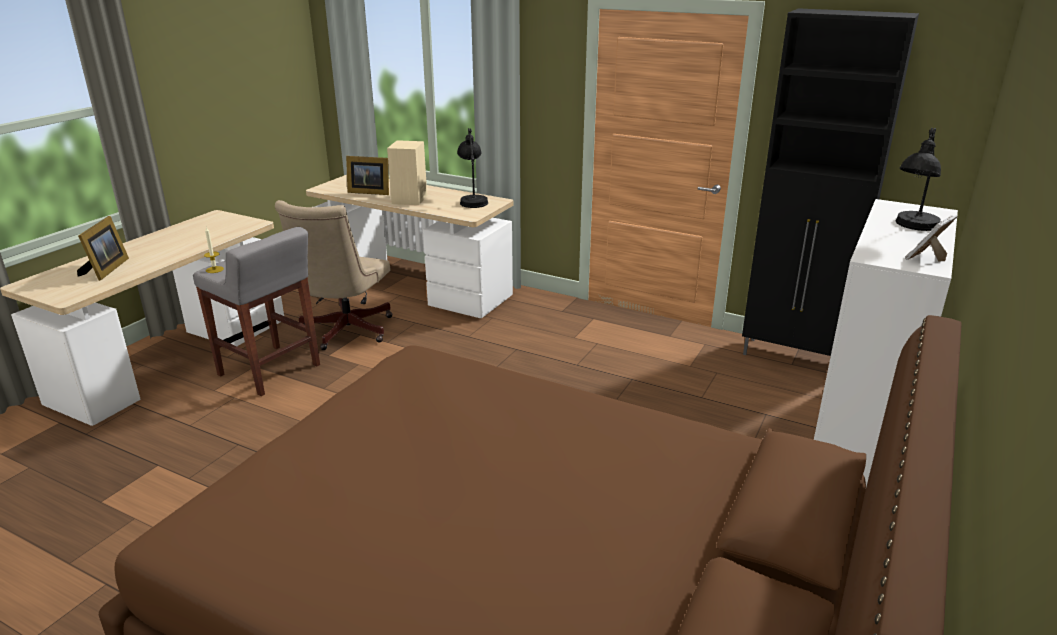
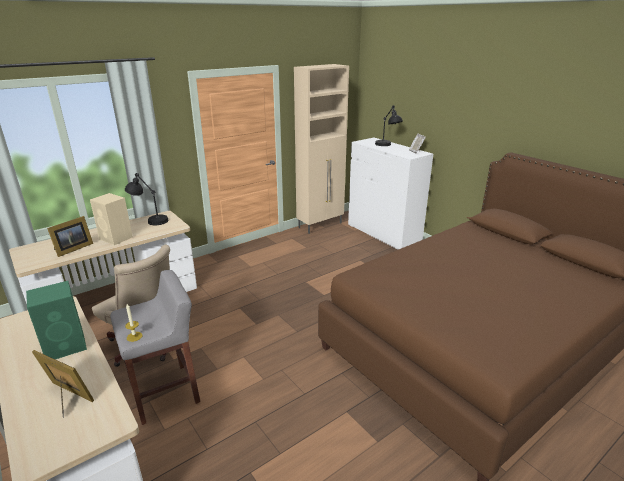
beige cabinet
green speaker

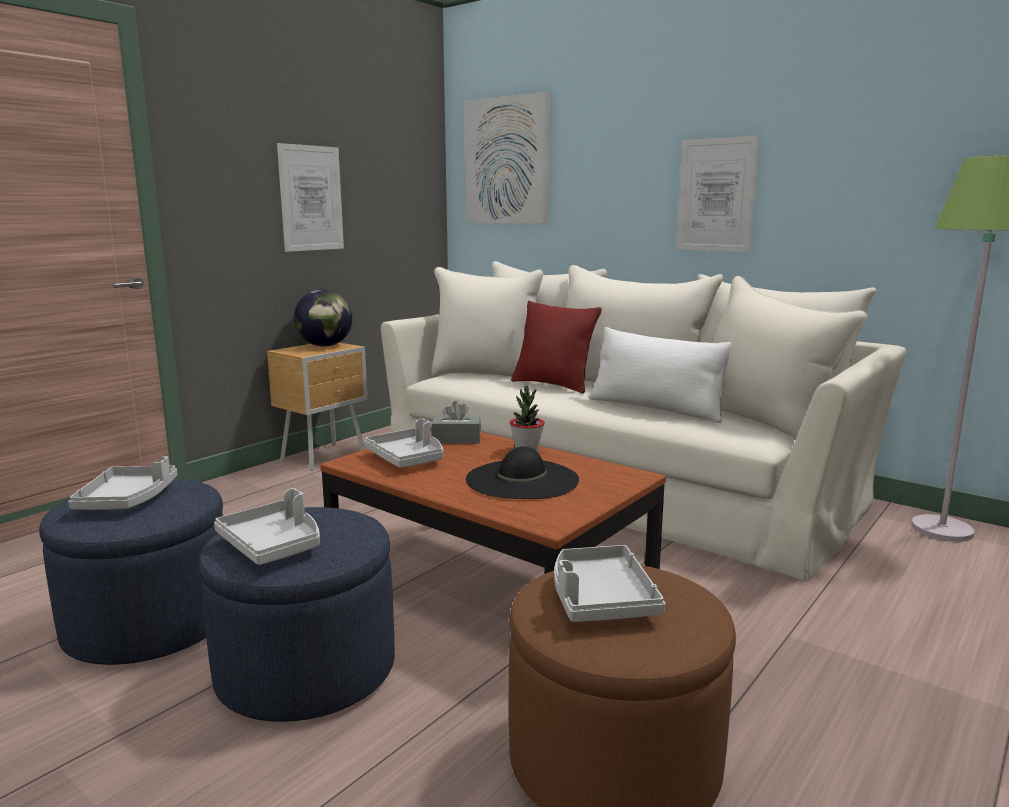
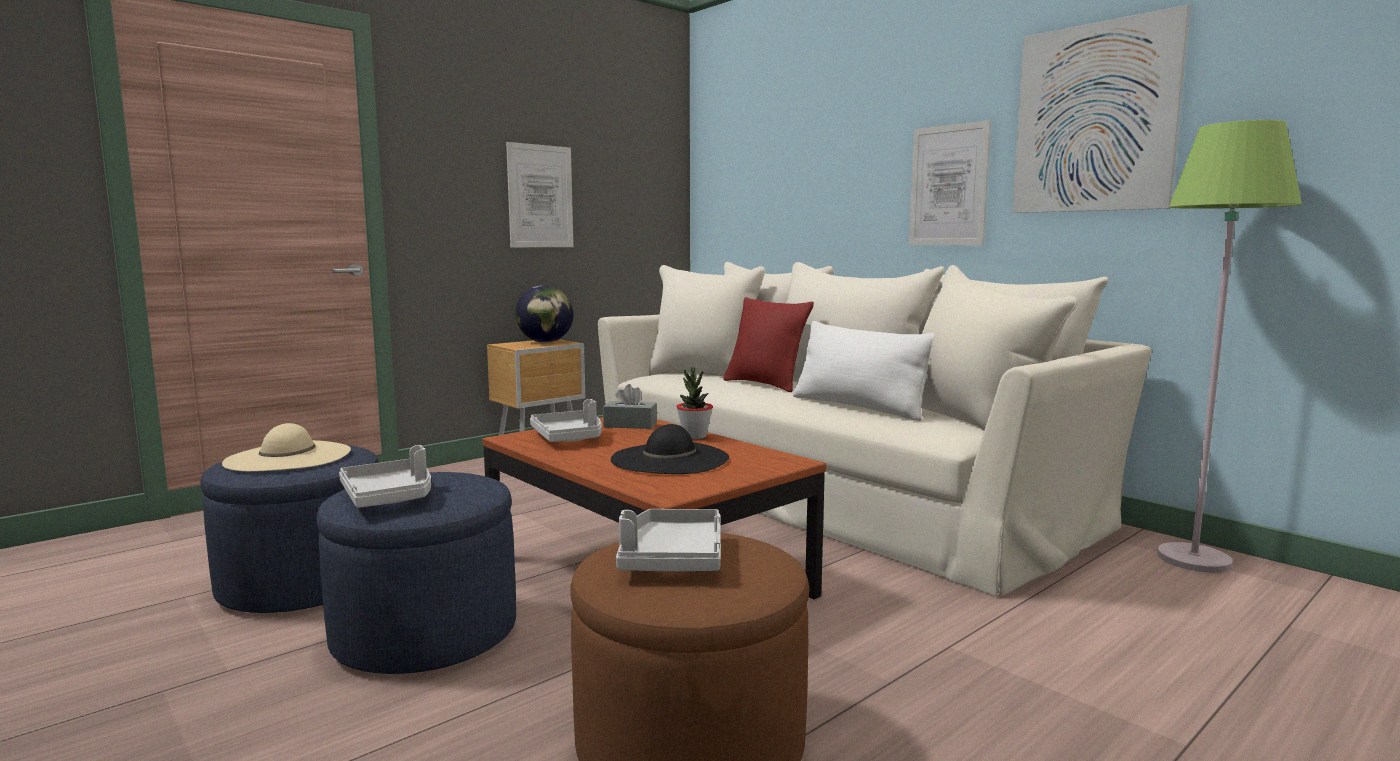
picture (3rd from left)
beige hat

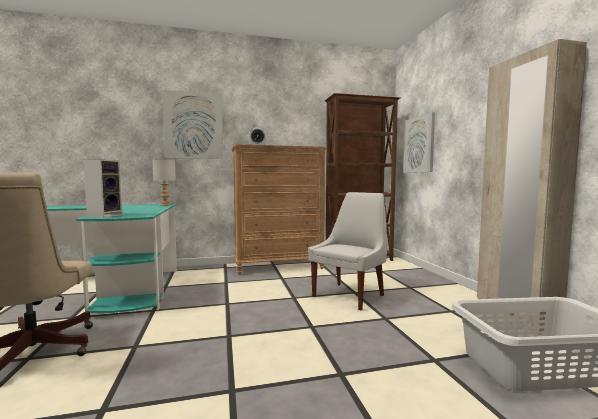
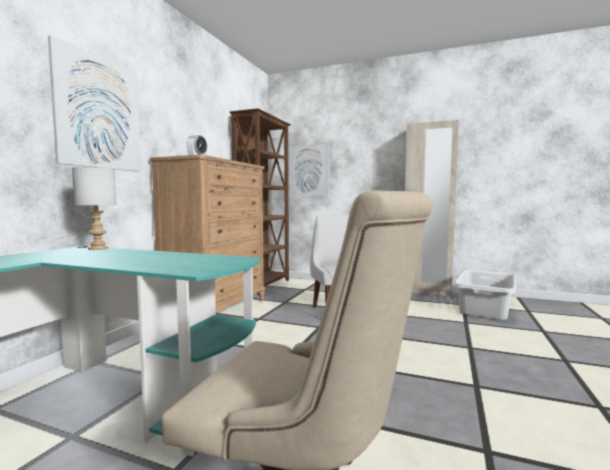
speaker

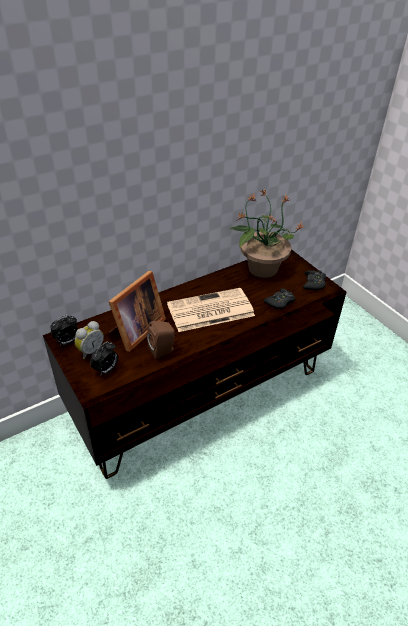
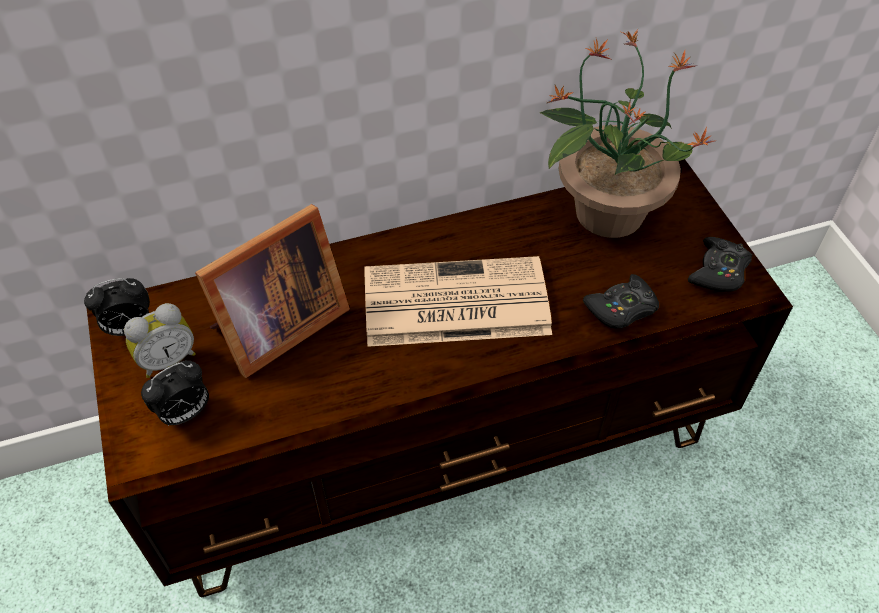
brown speaker

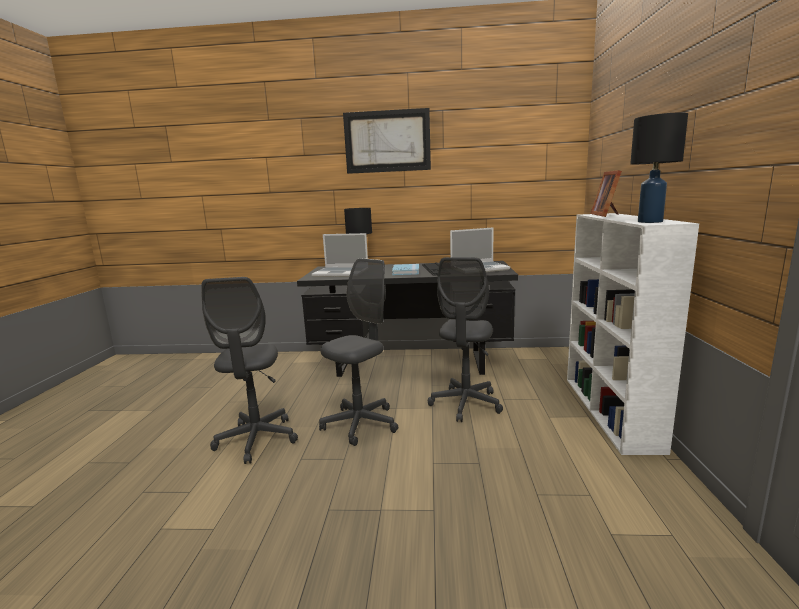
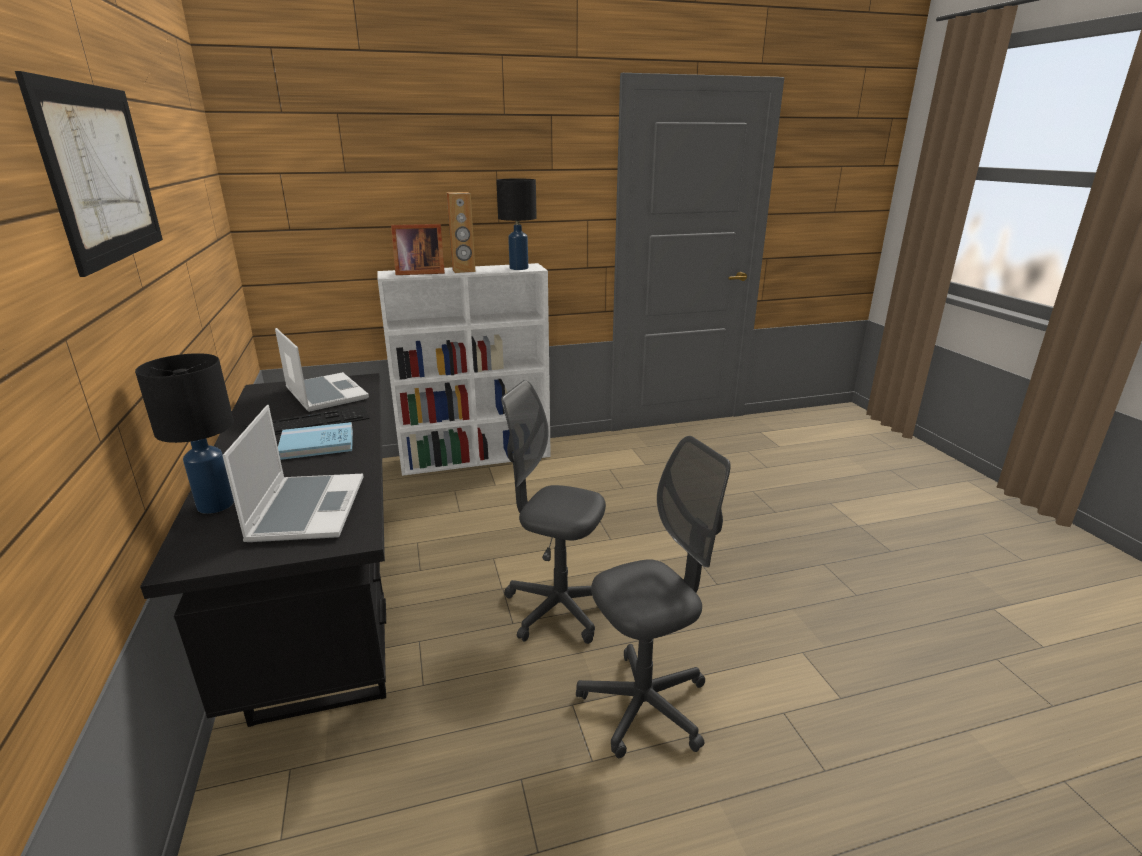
grey office chair (3rd from left in the first image)
brown speaker

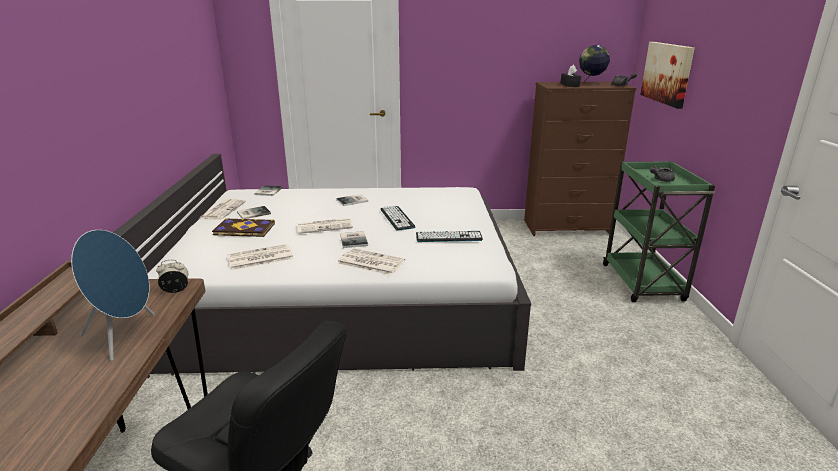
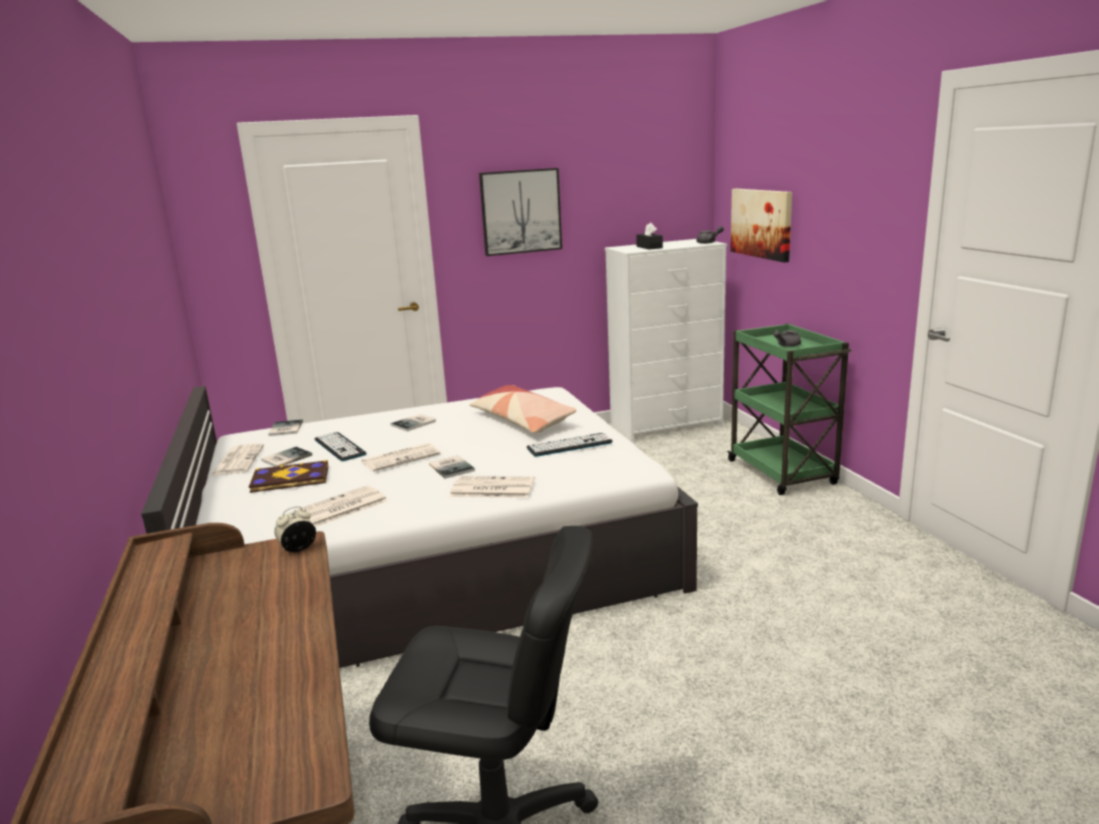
globe
white dresser
keyboard (1st from left)
blue speaker
picture (1st from left)
pillow

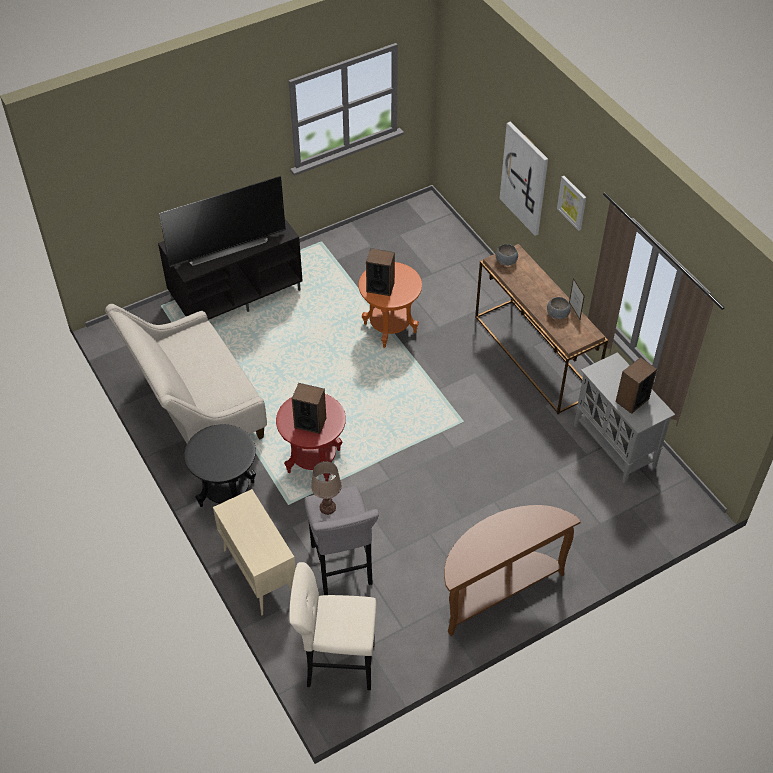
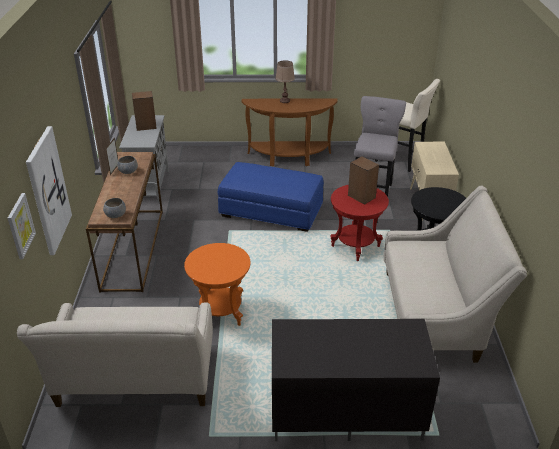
television
picture (1st from left)
speaker (2nd from left in the first image)
brown table lamp
blue ottoman
beige sofa (1st from left)

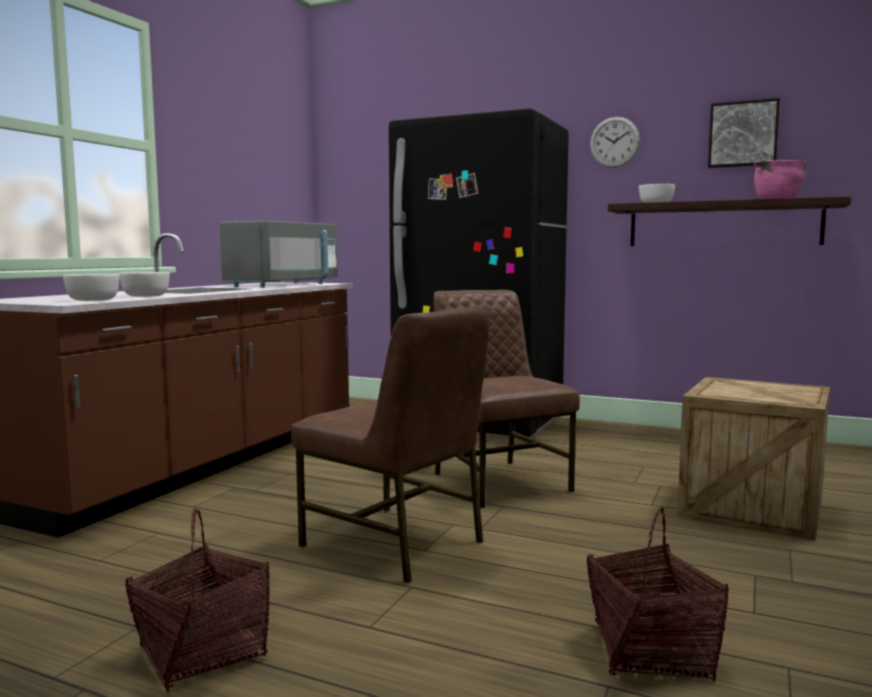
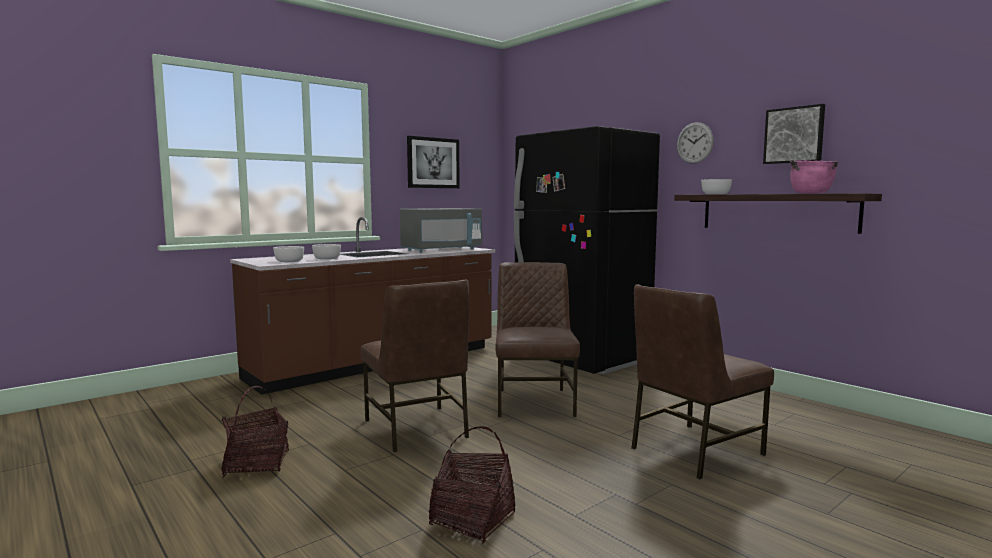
brown chair (3rd from left)
picture (1st from left)

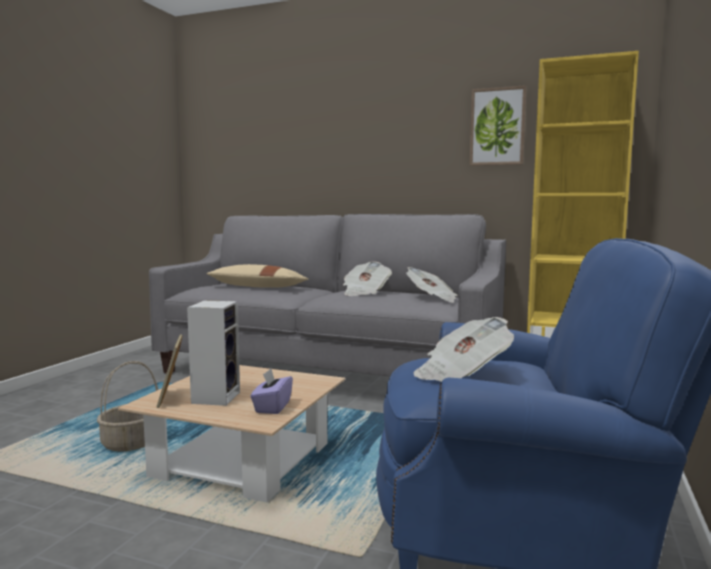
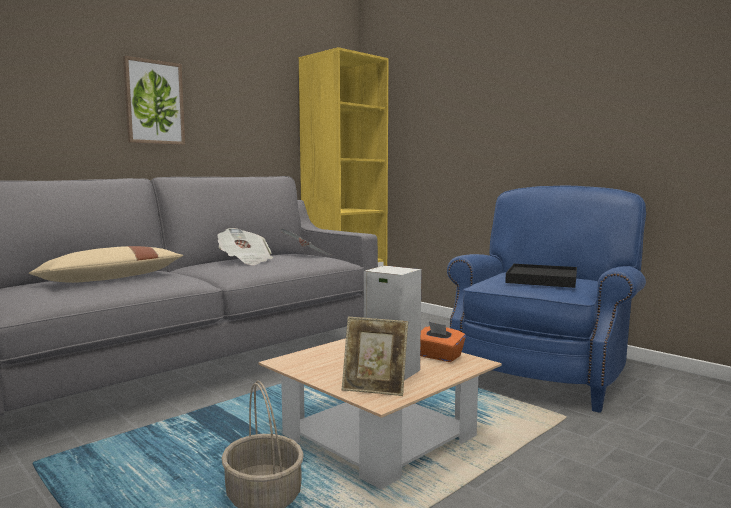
picture
black tray
orange tissue box

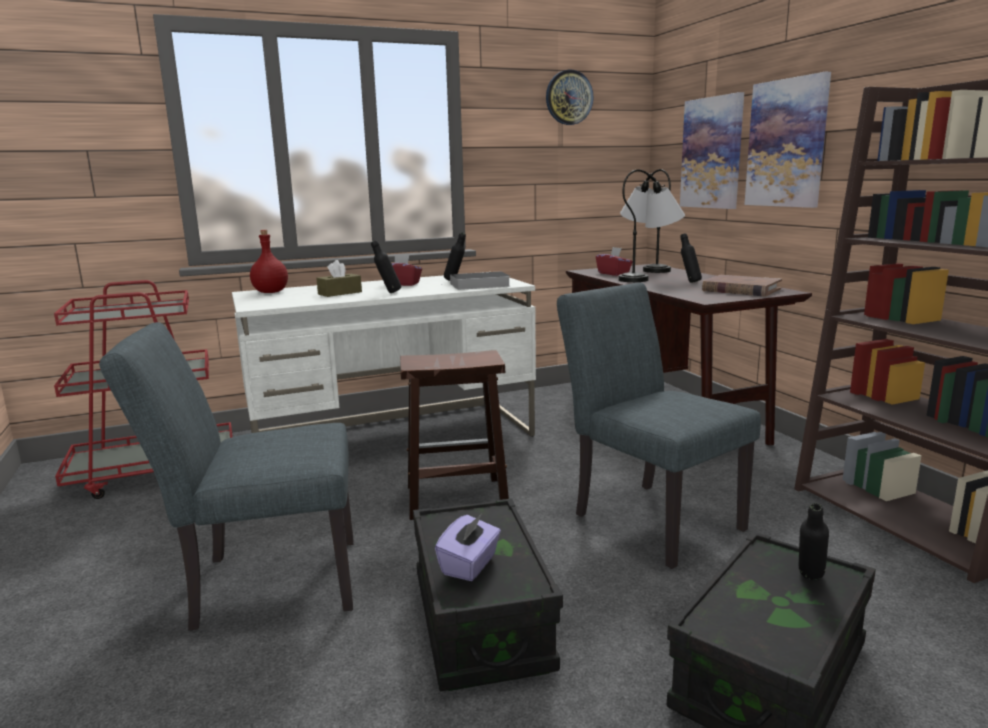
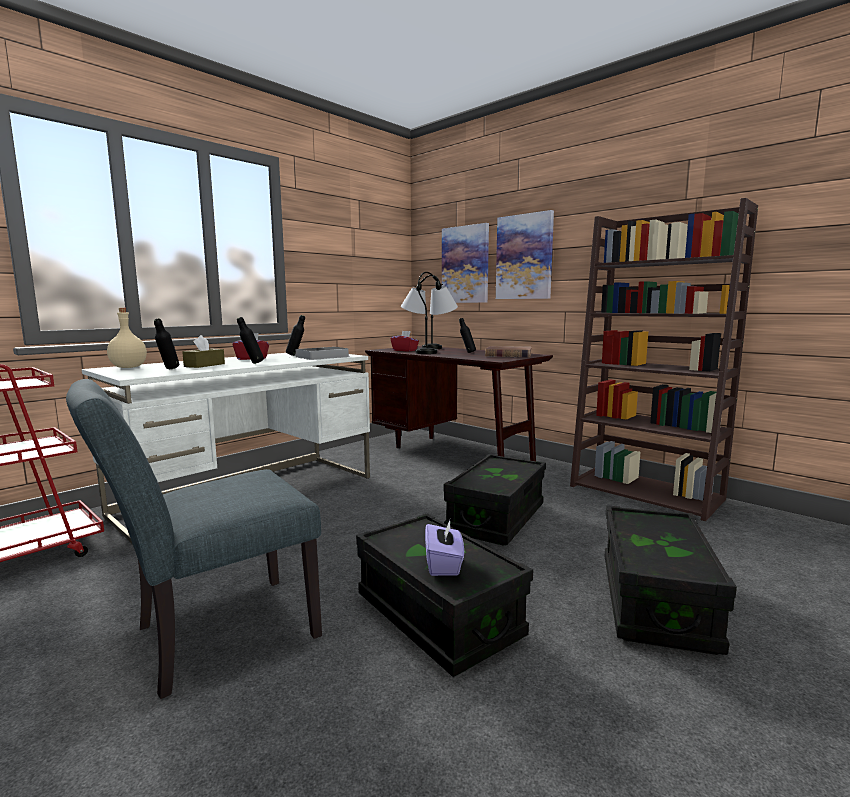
wall clock
beige bottle
black storage box (2nd from left)
brown stool
black bottle (1st from left)

